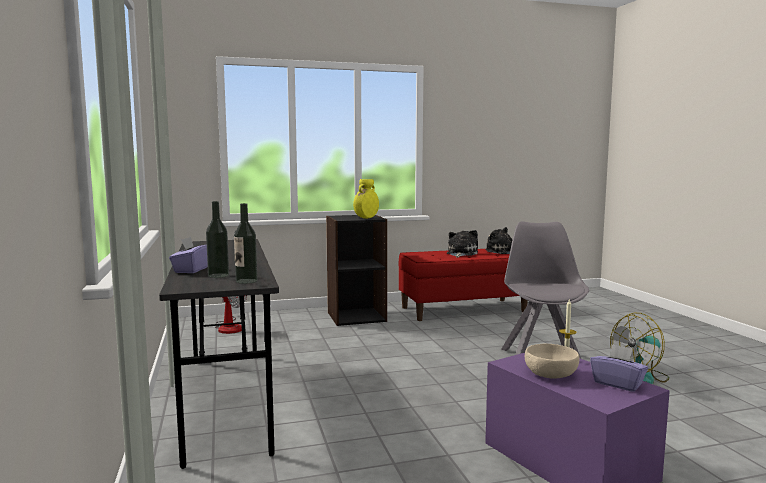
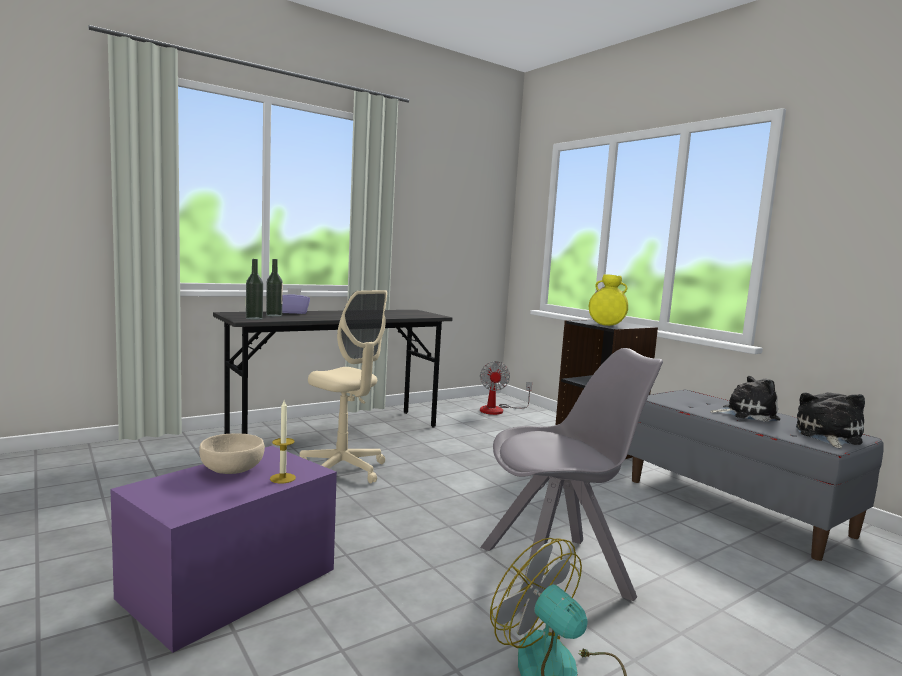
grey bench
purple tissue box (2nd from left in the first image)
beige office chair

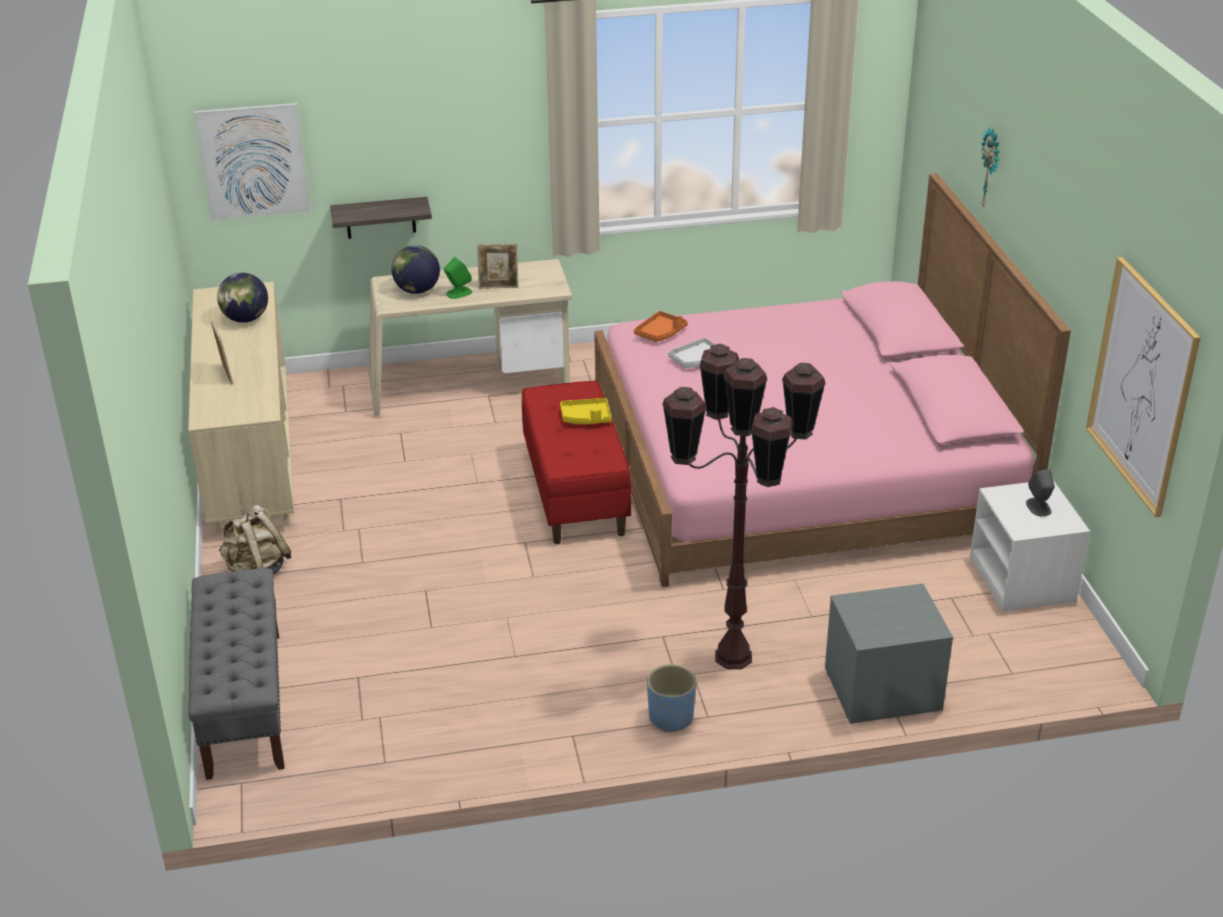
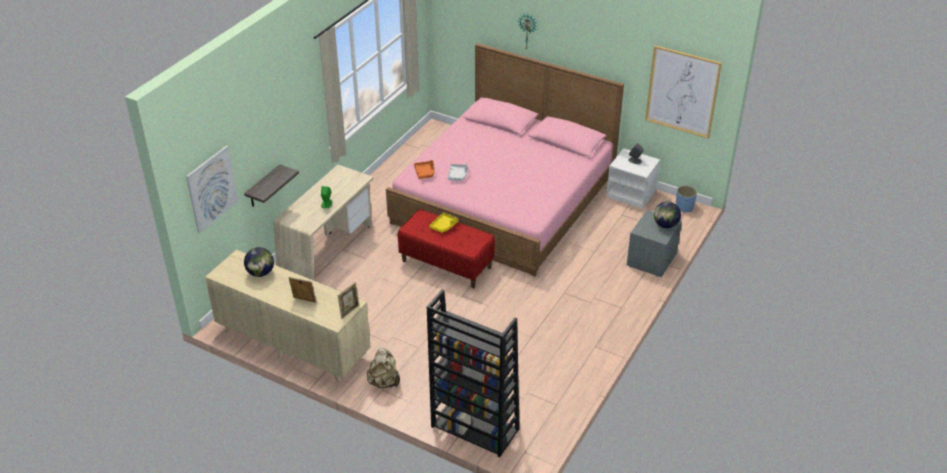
picture frame (2nd from left)
globe (2nd from left)
brown floor lamp
black bookcase
blue planter

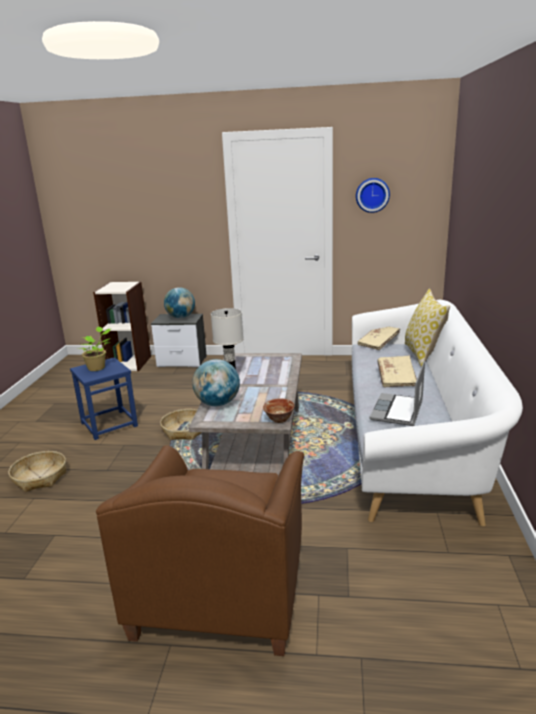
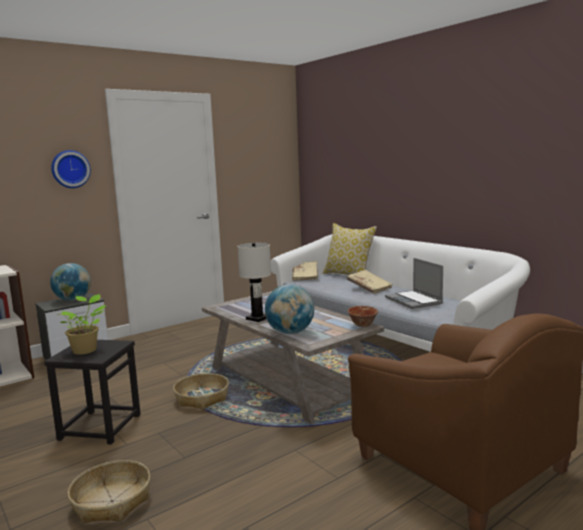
wall clock
black stool

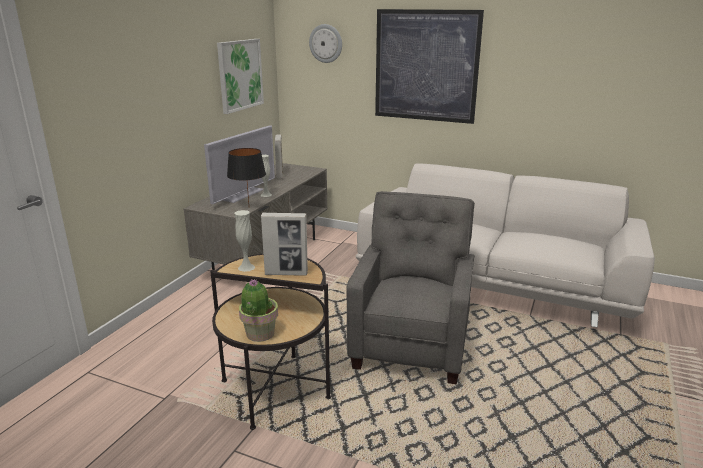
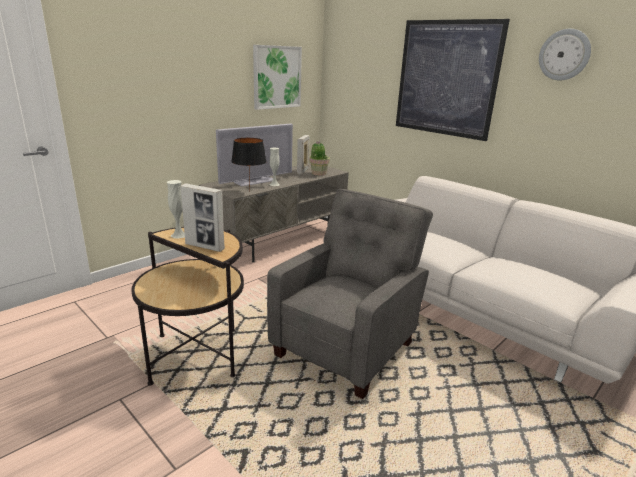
wall clock
potted plant

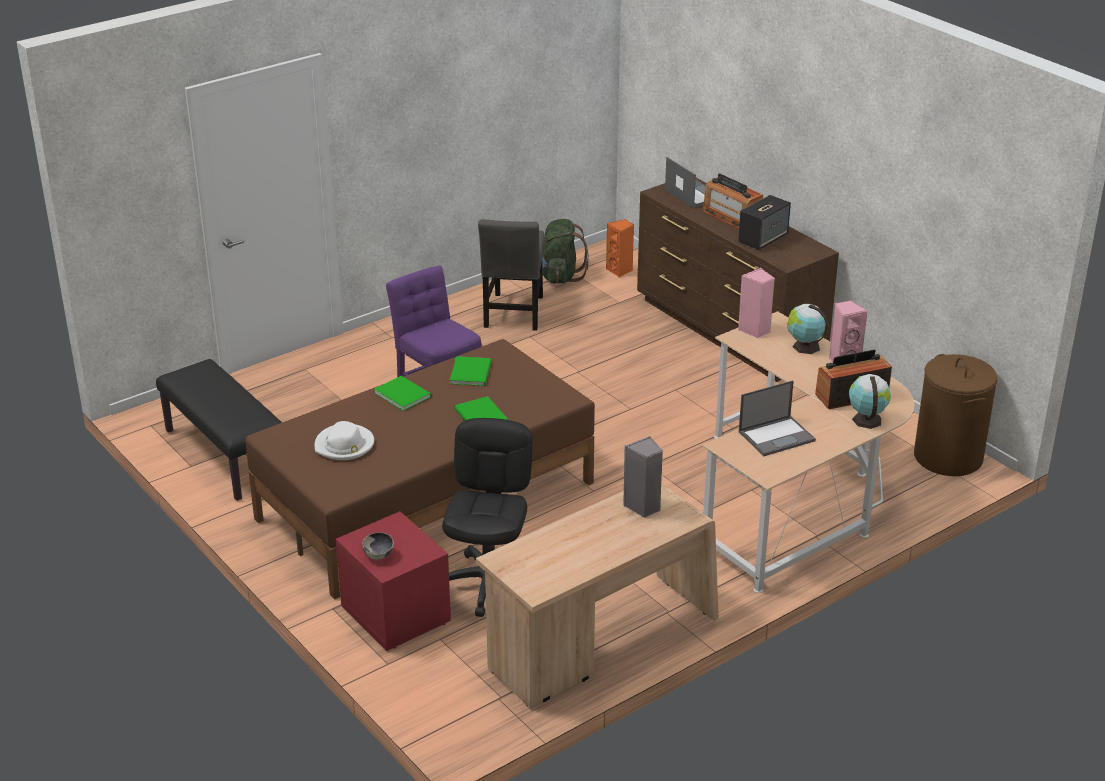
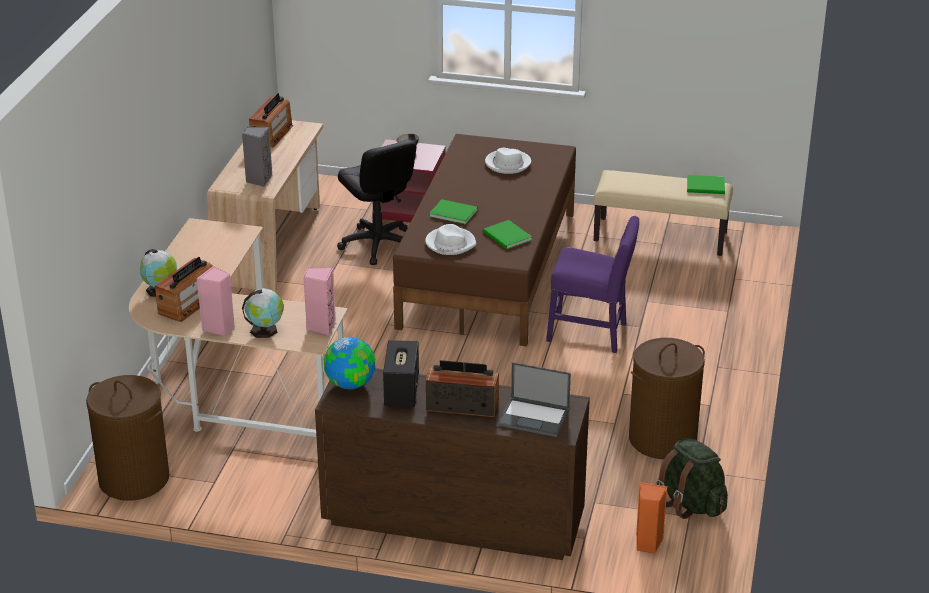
brown laundry basket (2nd from left)
beige bench
green book (3rd from left)
laptop (2nd from left in the first image)
radio (2nd from left)
white hat (1st from left)
globe (3rd from left)

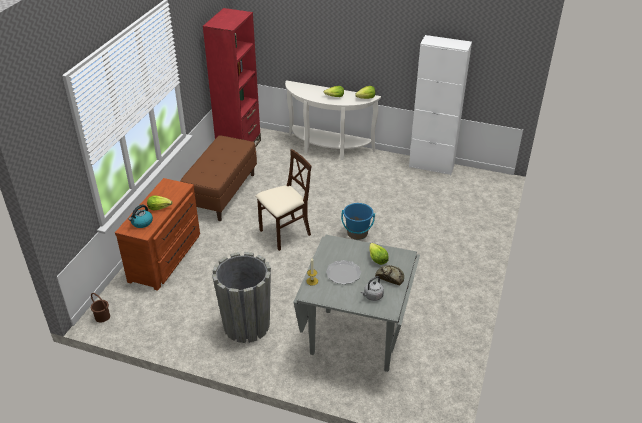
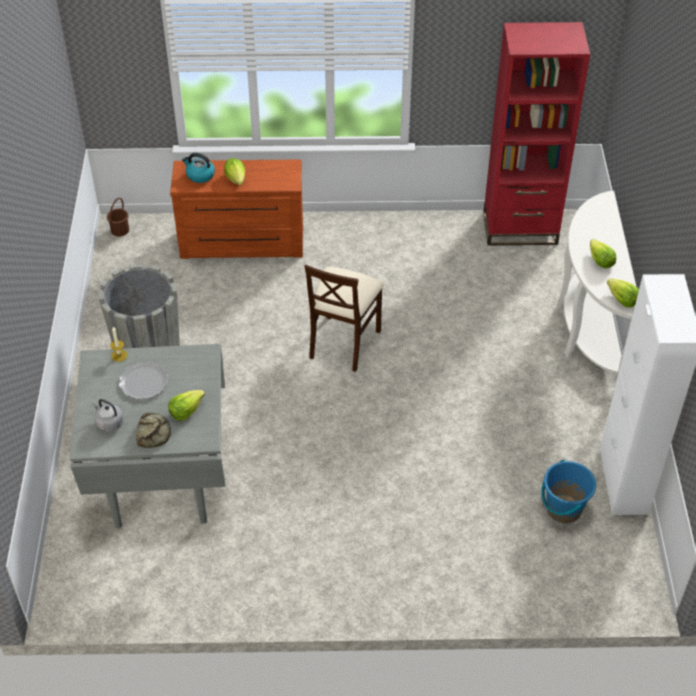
brown bench
beige chair
blue bucket

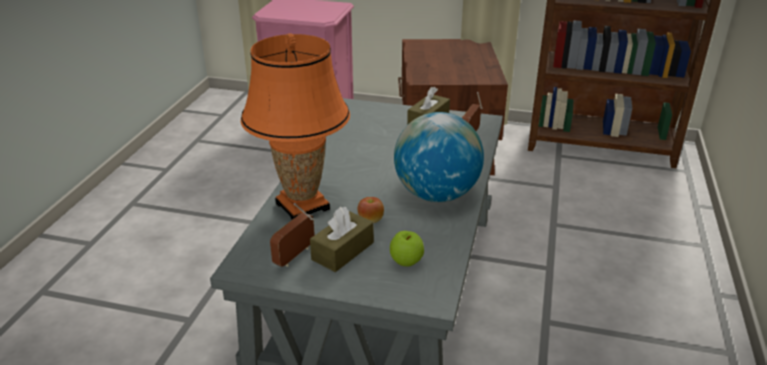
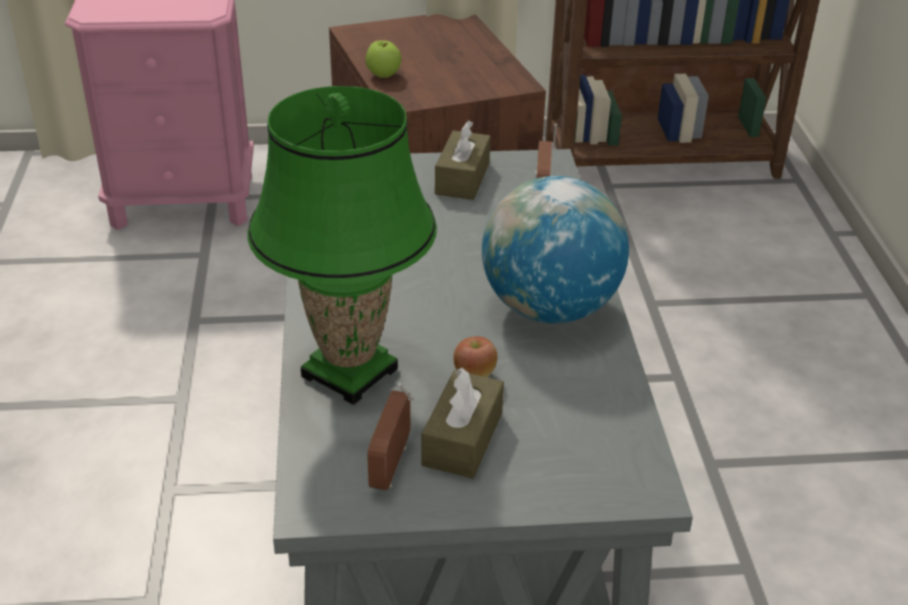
green table lamp
apple (1st from left)

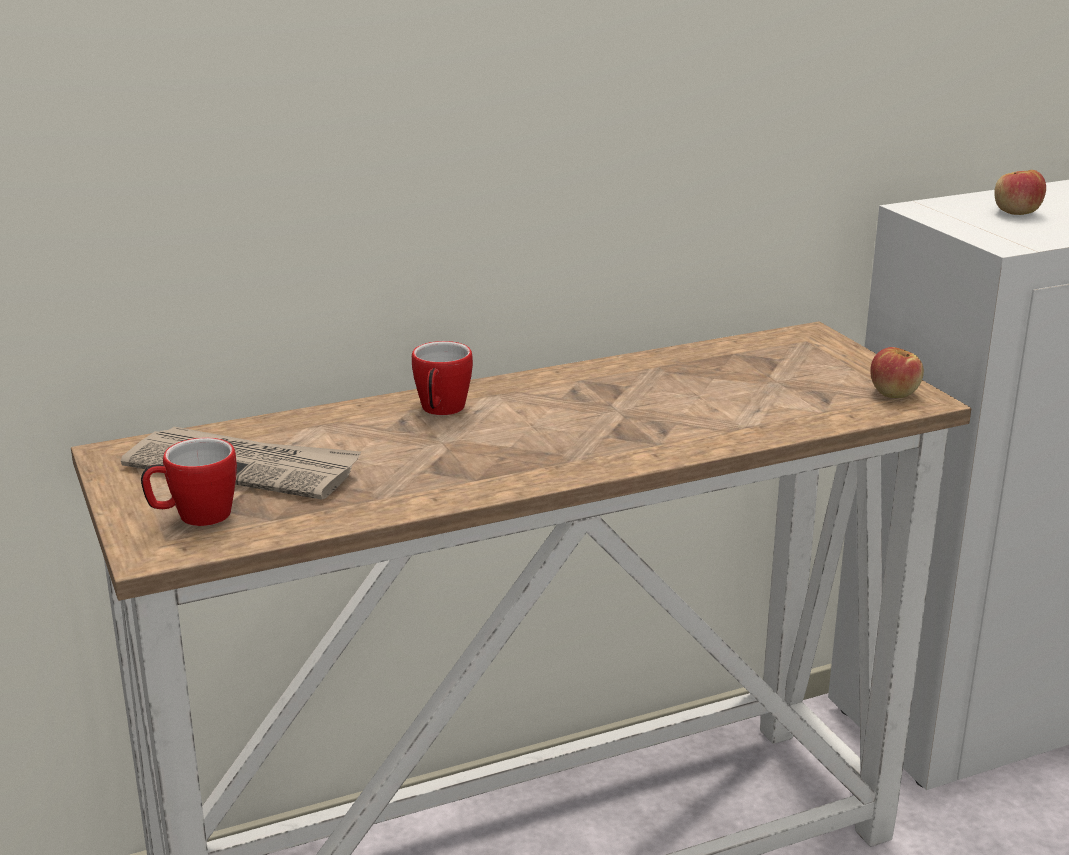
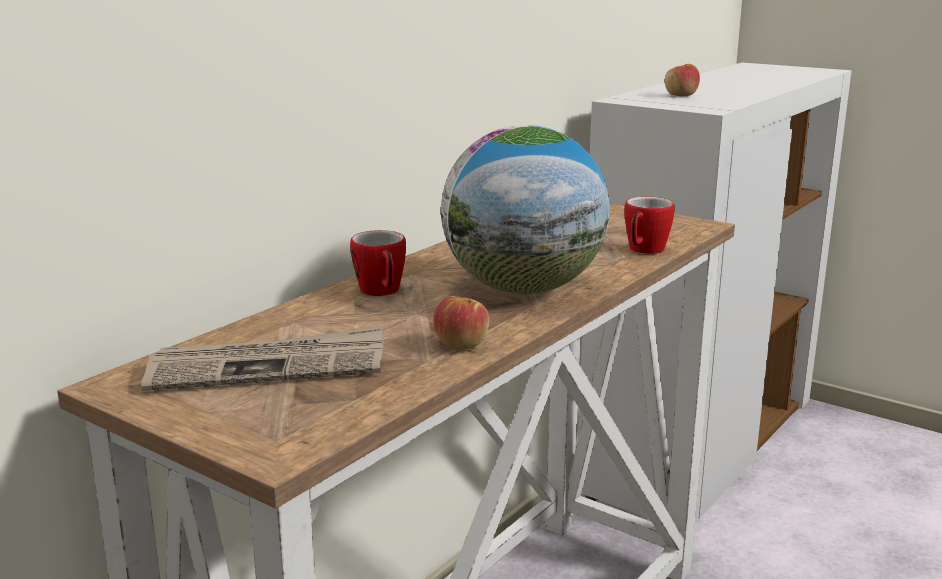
apple (1st from left)
mug (2nd from left)
globe

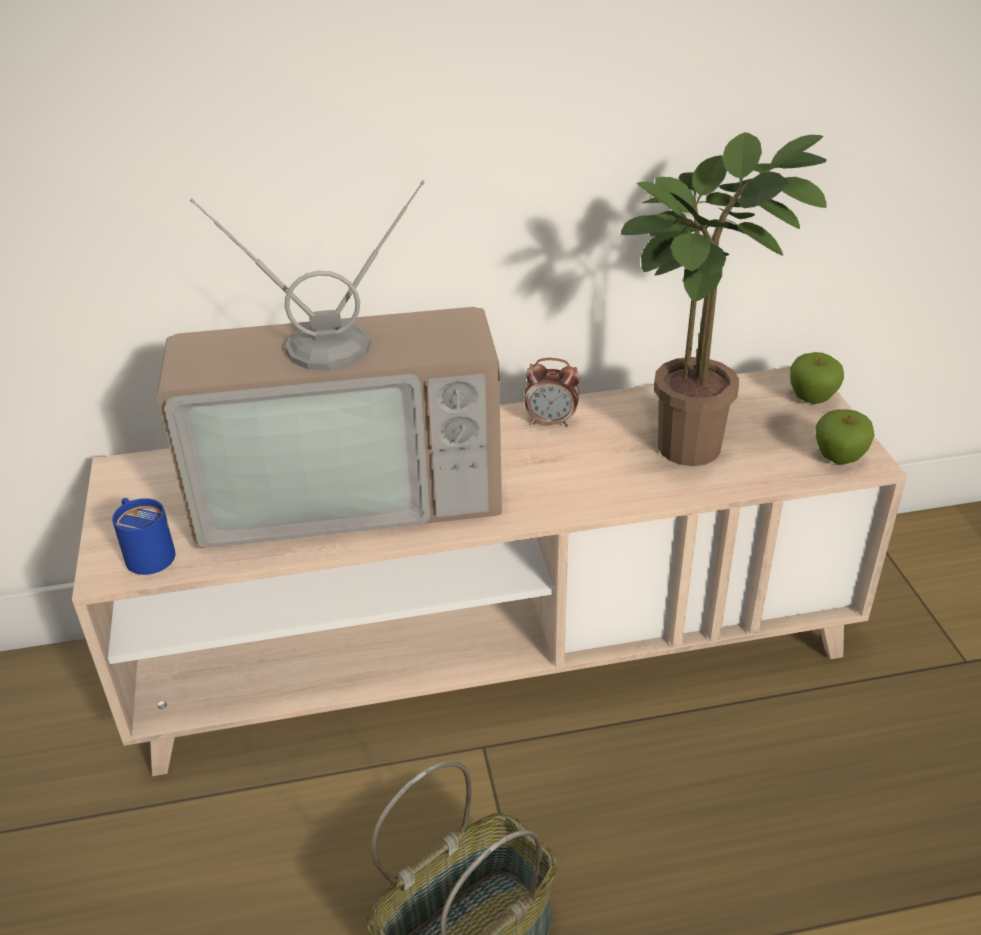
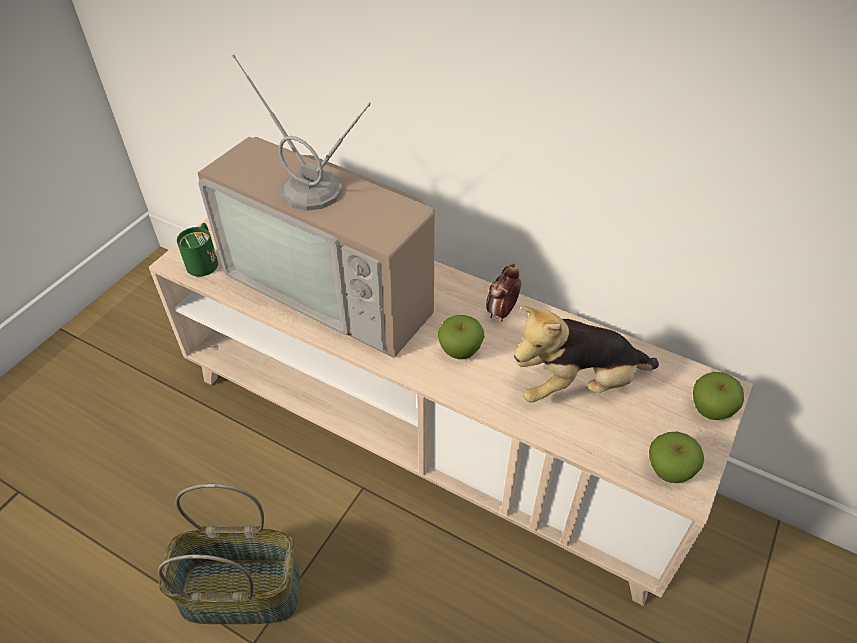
plush toy
alarm clock
green mug
apple (1st from left)

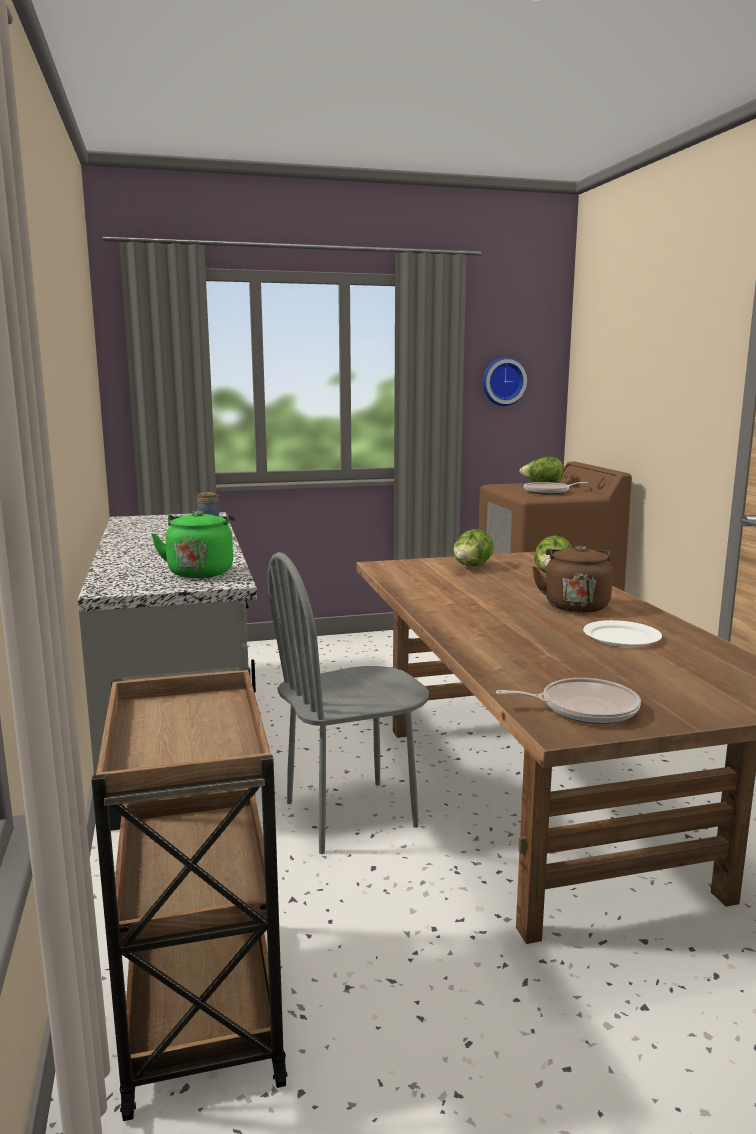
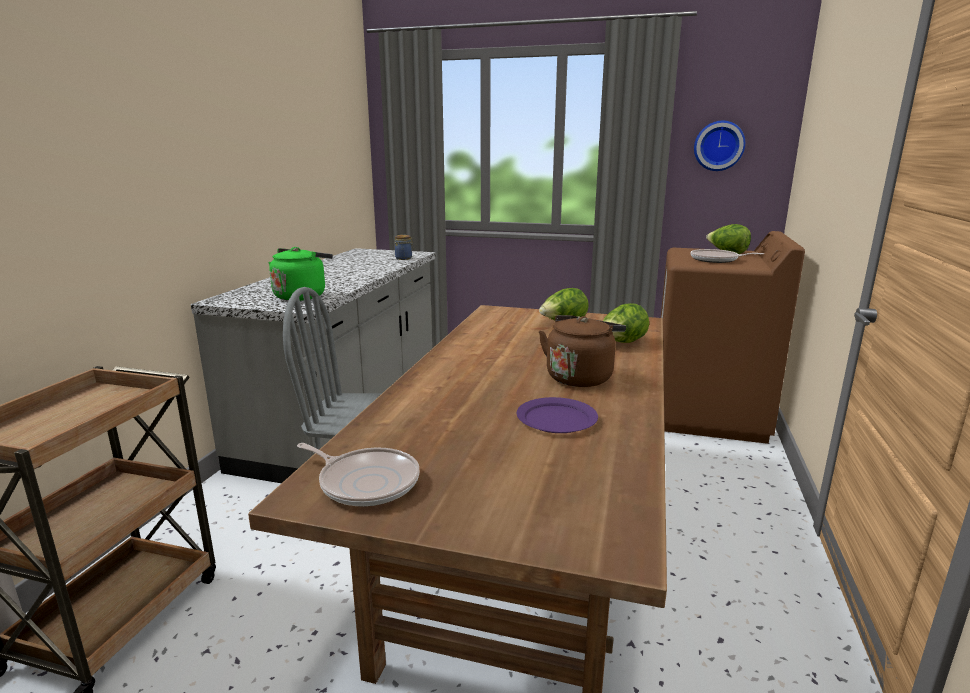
purple plate

